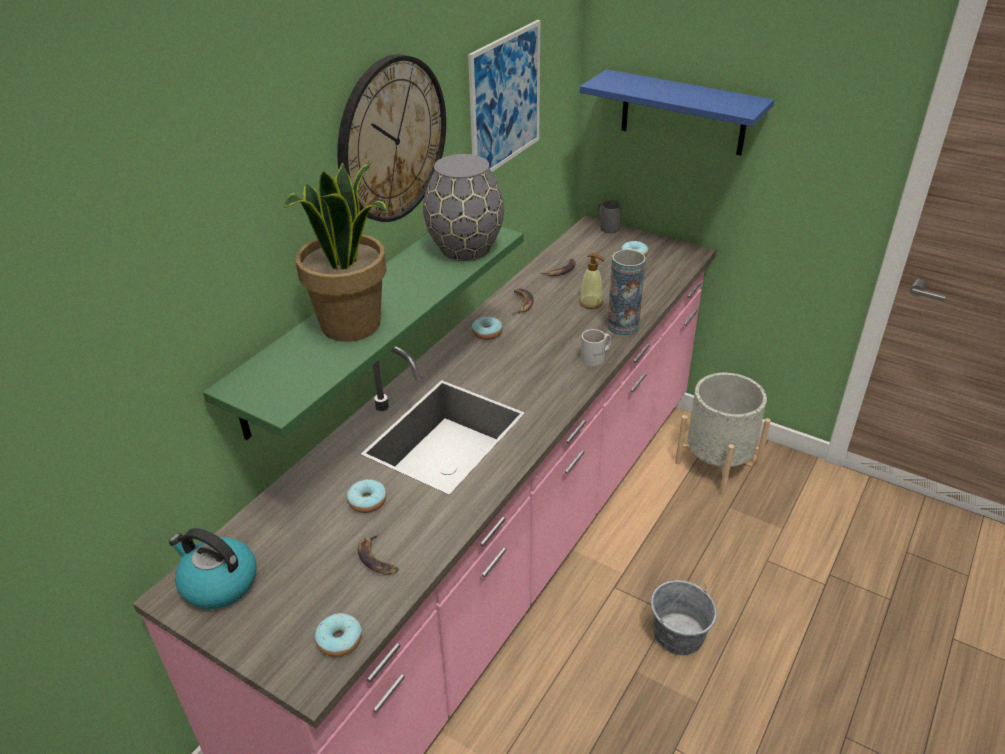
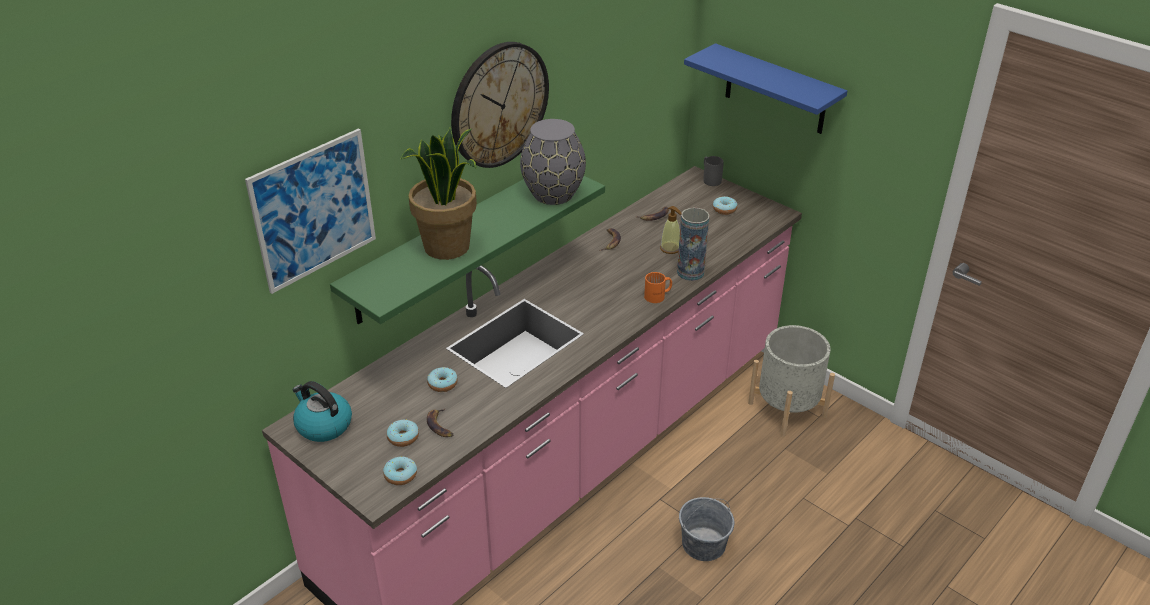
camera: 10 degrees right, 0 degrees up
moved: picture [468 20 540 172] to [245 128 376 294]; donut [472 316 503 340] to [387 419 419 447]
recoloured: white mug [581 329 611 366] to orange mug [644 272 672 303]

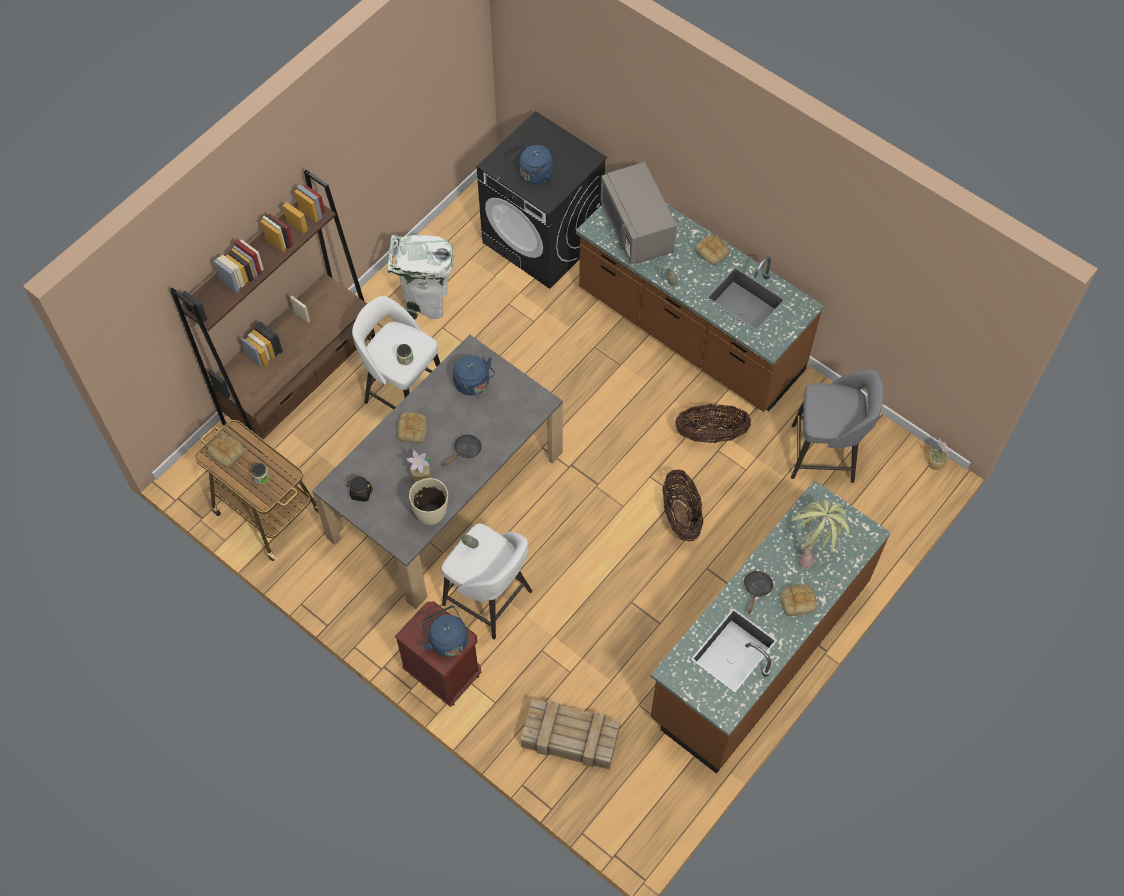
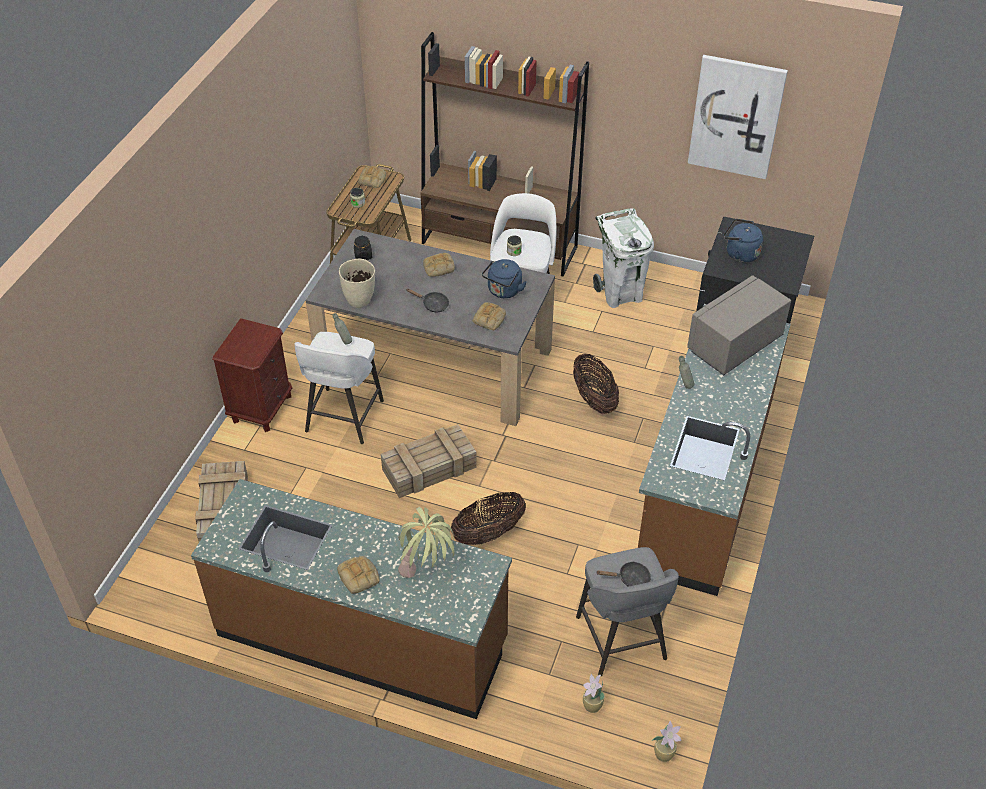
camera: 70 degrees right, 15 degrees down
removed: blue kettle [422 606 468 657]
added: crate [381 424 477 498]; picture [688 55 788 179]
moved: bread [694 235 730 265] to [473 302 506 330]; basket [675 404 751 443] to [573 353 619 414]; potted plant [406 450 432 482] to [583 674 605 713]; black frying pan [744 571 773 614] to [596 561 651 587]

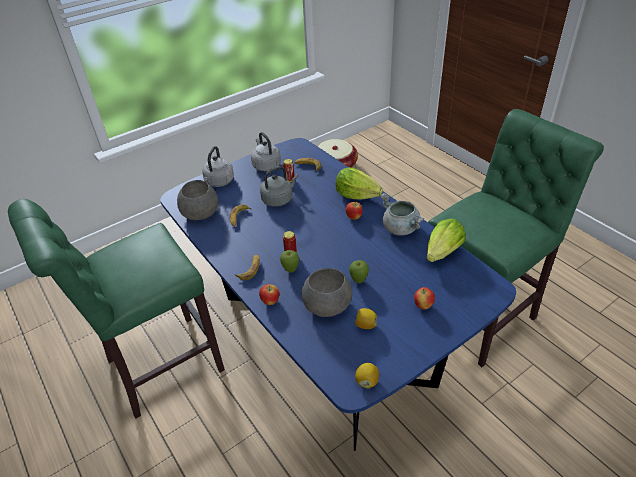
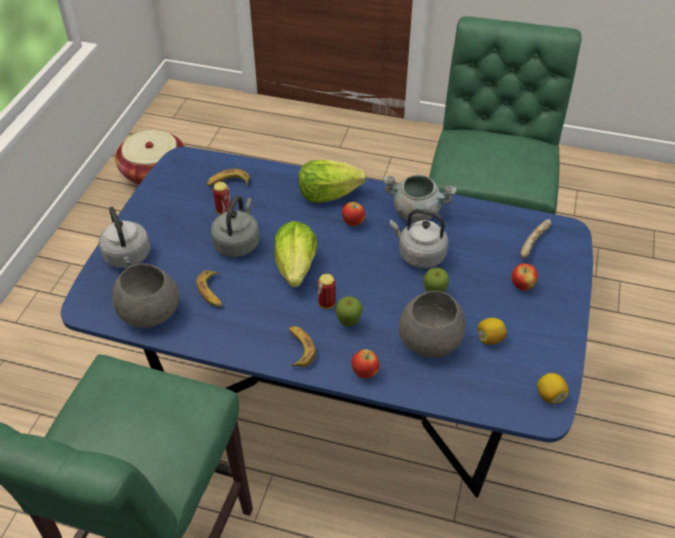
camera: 40 degrees left, 5 degrees up
added: bread [520 219 552 259]
moved: lettuce [427 219 466 262] to [274 221 317 287]; grey kettle [251 132 281 171] to [389 209 448 268]

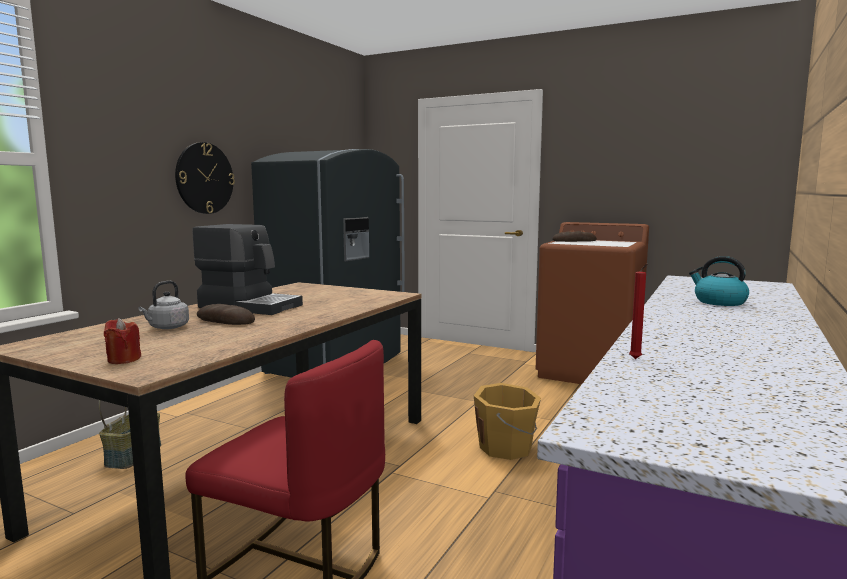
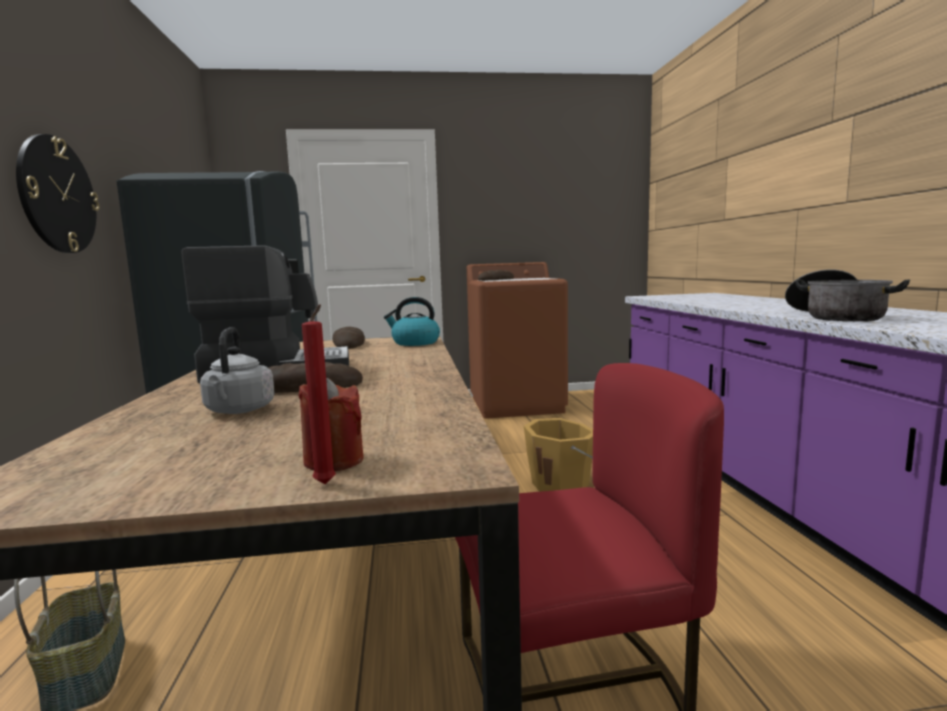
camera: 35 degrees left, 0 degrees up
added: bread [332 327 365 349]; cooking pot [785 269 910 321]
moved: red candle [629 264 647 359] to [302 304 336 484]; kettle [689 256 749 306] to [384 297 440 346]

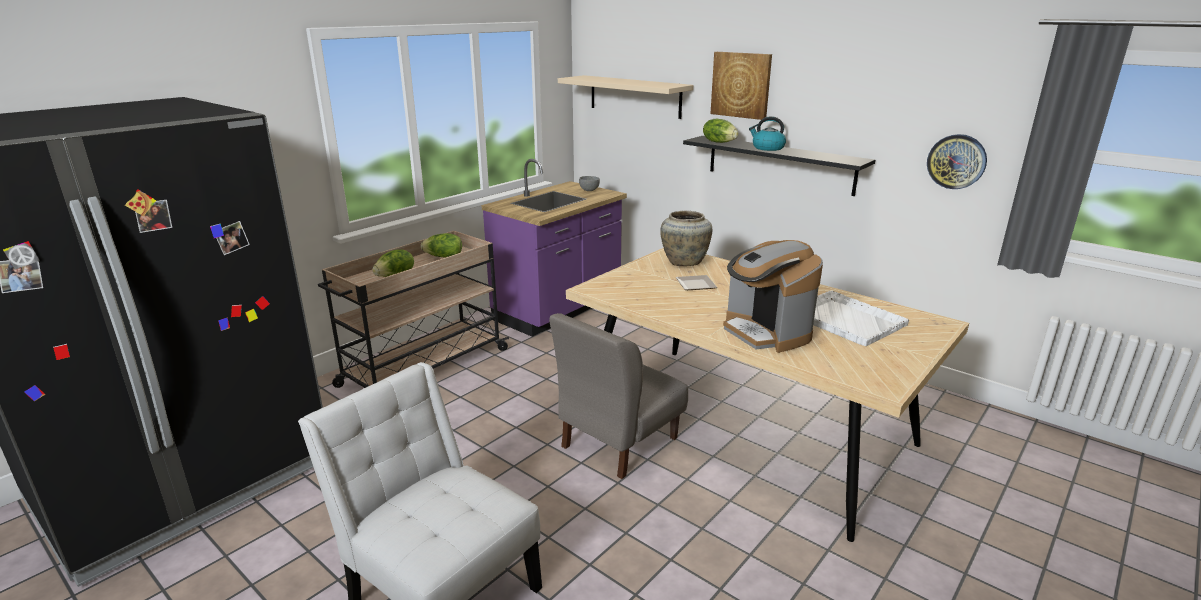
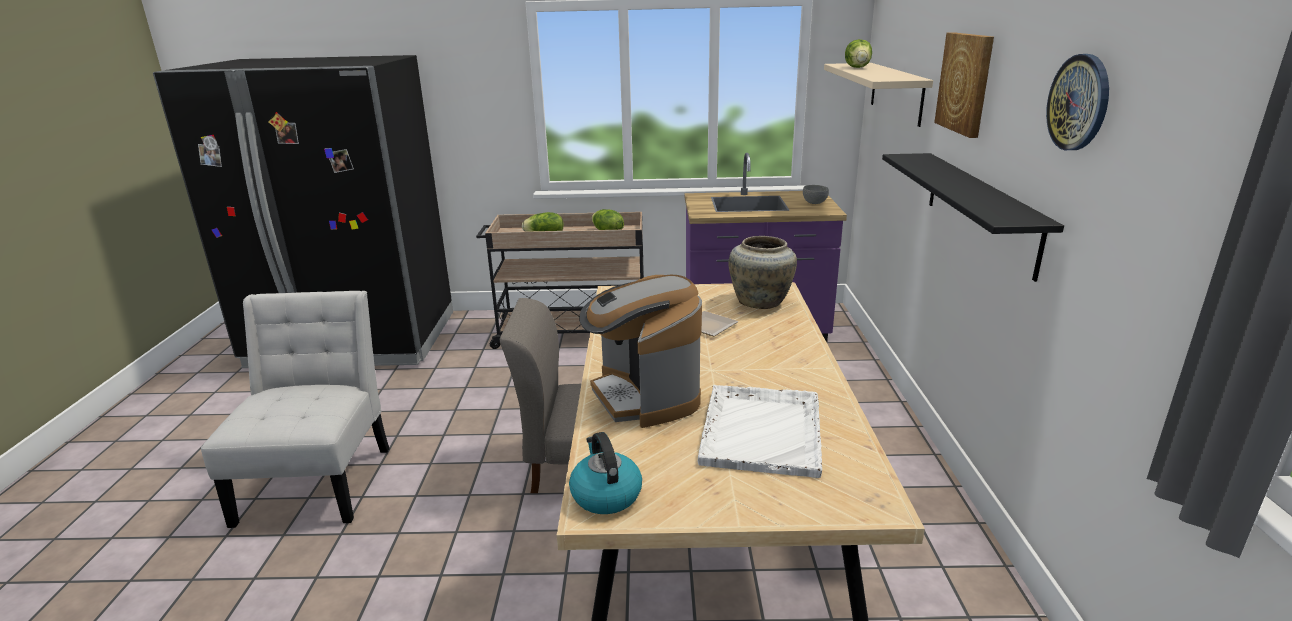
camera: 50 degrees right, 0 degrees up
moved: kettle [749 116 786 151] to [569 432 642 514]; lettuce [703 119 739 143] to [845 39 872 68]; wall clock [927 134 987 189] to [1046 54 1109 150]
turned: coffee machine [723 240 823 353] = [579 275 702 428] 45 degrees counterclockwise

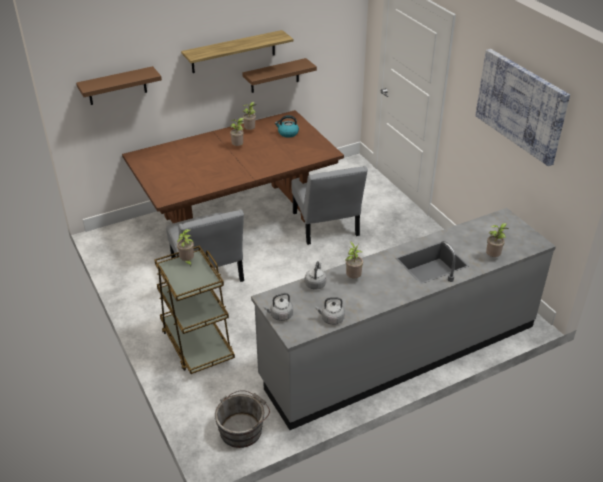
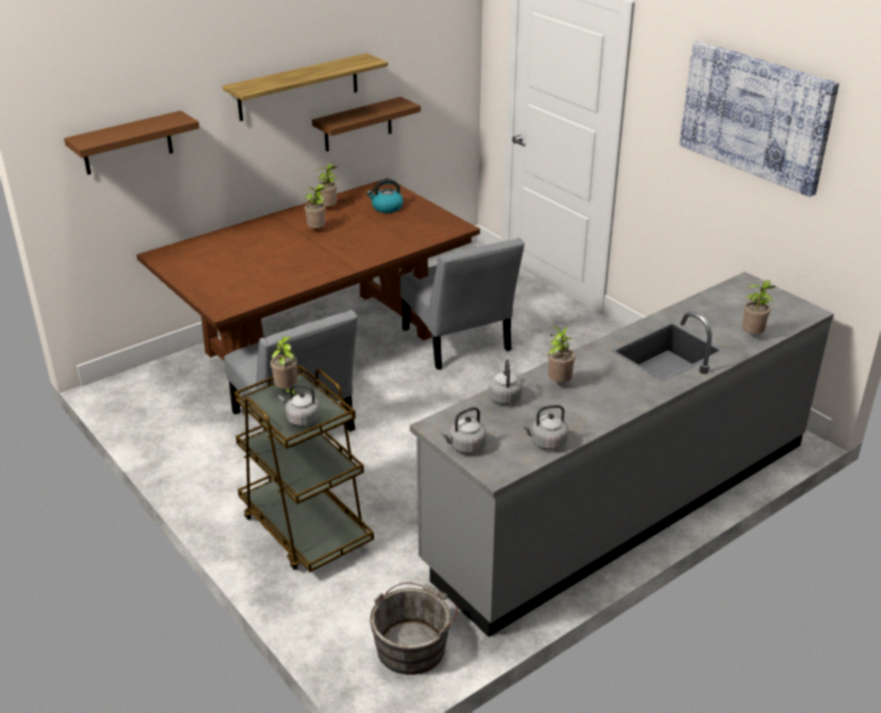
camera: 10 degrees left, 5 degrees down
added: grey kettle [278 384 320 427]

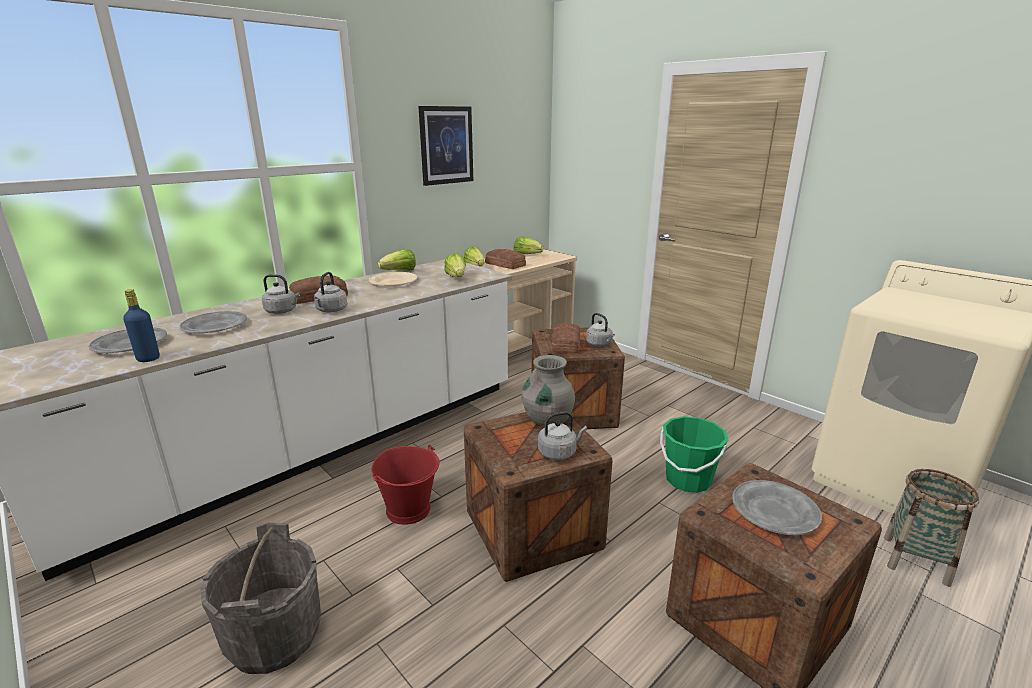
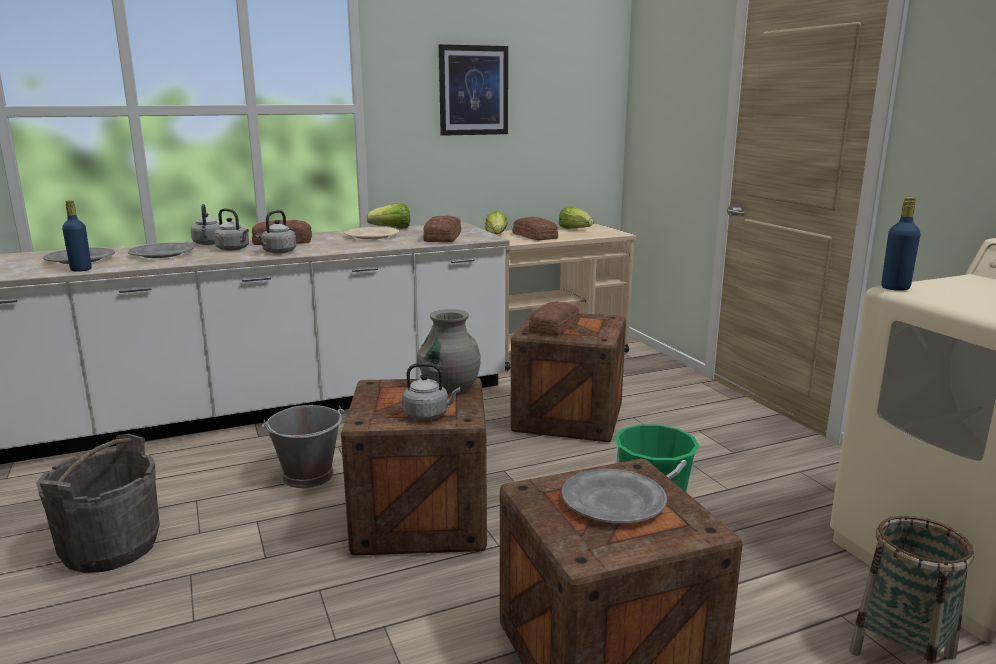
camera: 20 degrees right, 5 degrees down
added: blue bottle [881 197 921 291]
moved: grey kettle [586 313 615 347] to [191 204 220 245]
replaced: lettuce [444 253 466 277] to bread [423 216 461 242]
recoloured: red bucket [371 445 440 525] to grey bucket [262 405 344 488]

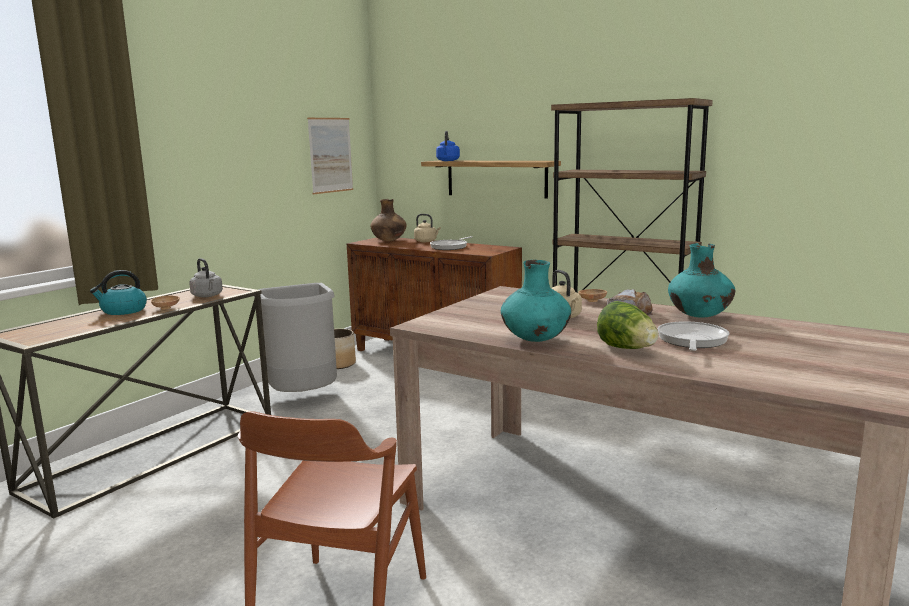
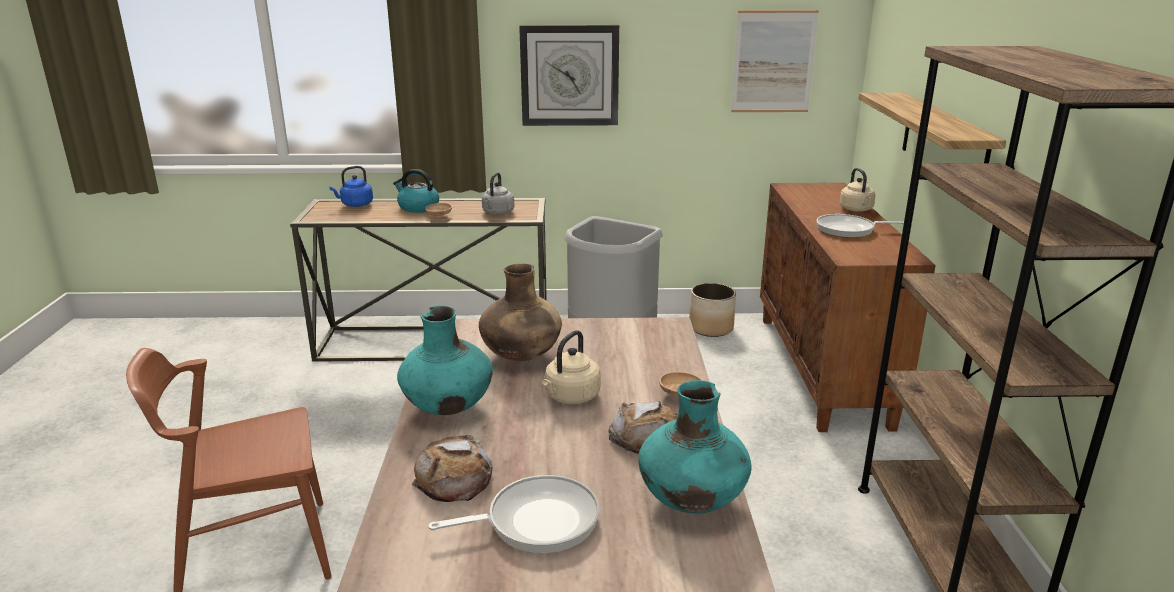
camera: 55 degrees right, 10 degrees up
added: wall clock [519 25 619 126]
moved: blue kettle [436 131 460 161] to [329 166 373 207]; brown vase [370 199 407 241] to [479 263 562 361]
replaced: lettuce [597 301 658 349] to bread [412 434 492 502]

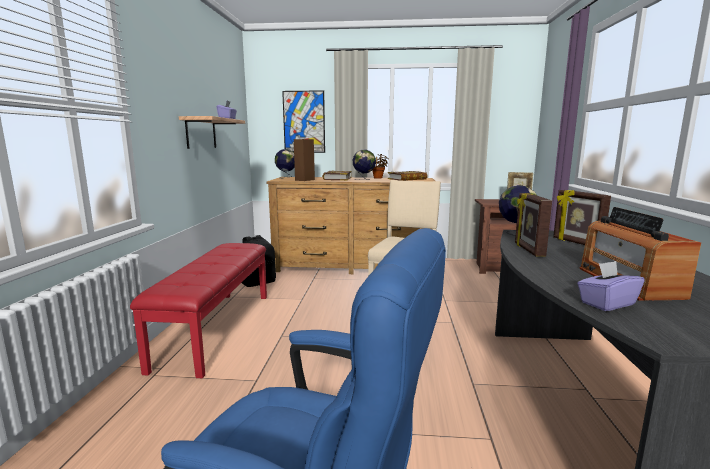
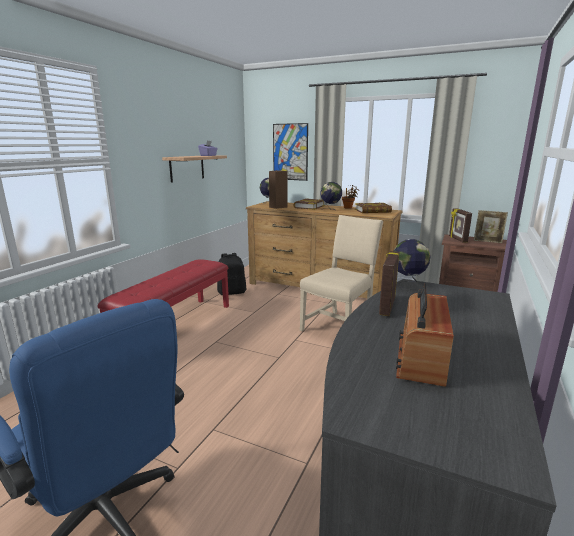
camera: 20 degrees right, 5 degrees up
removed: purple tissue box [577 261 645 311]
moved: picture frame [553 190 611 245] to [449 208 472 242]

